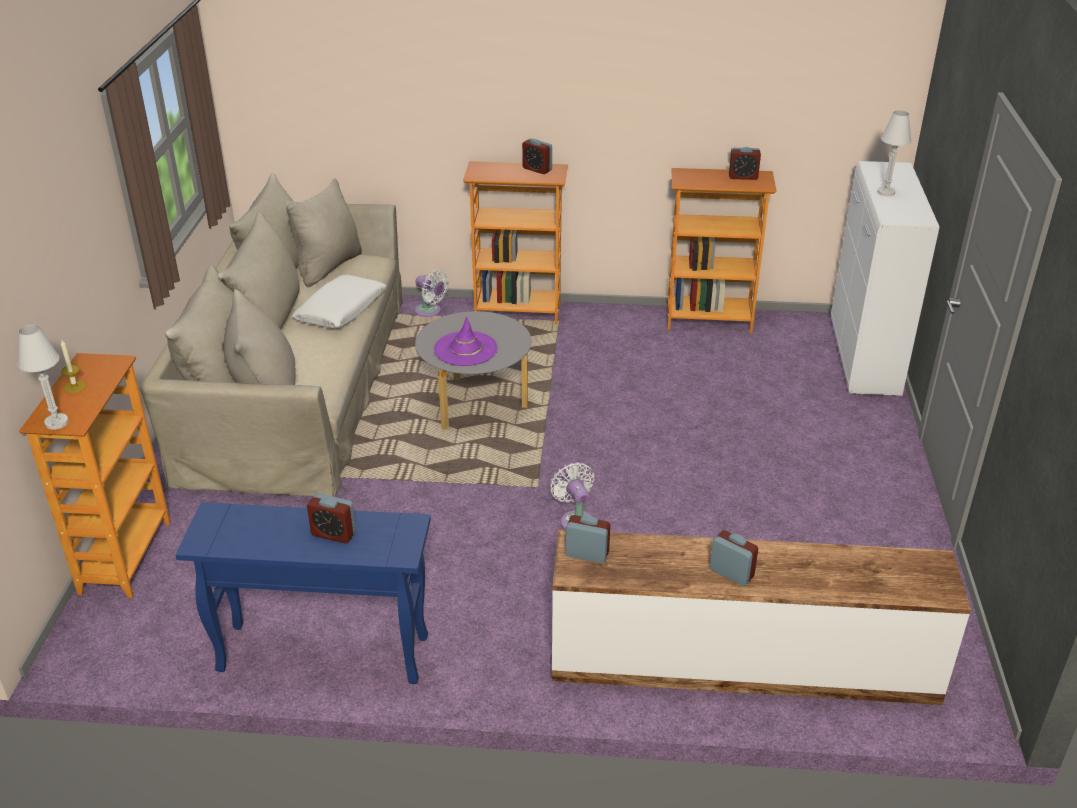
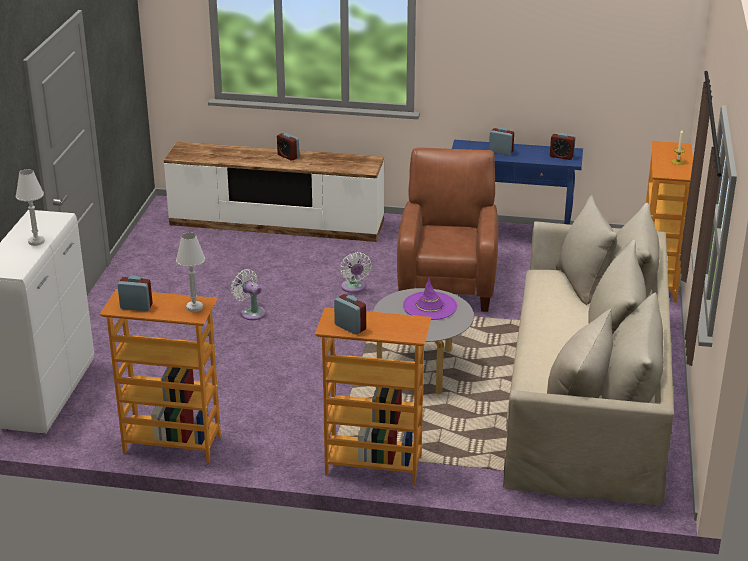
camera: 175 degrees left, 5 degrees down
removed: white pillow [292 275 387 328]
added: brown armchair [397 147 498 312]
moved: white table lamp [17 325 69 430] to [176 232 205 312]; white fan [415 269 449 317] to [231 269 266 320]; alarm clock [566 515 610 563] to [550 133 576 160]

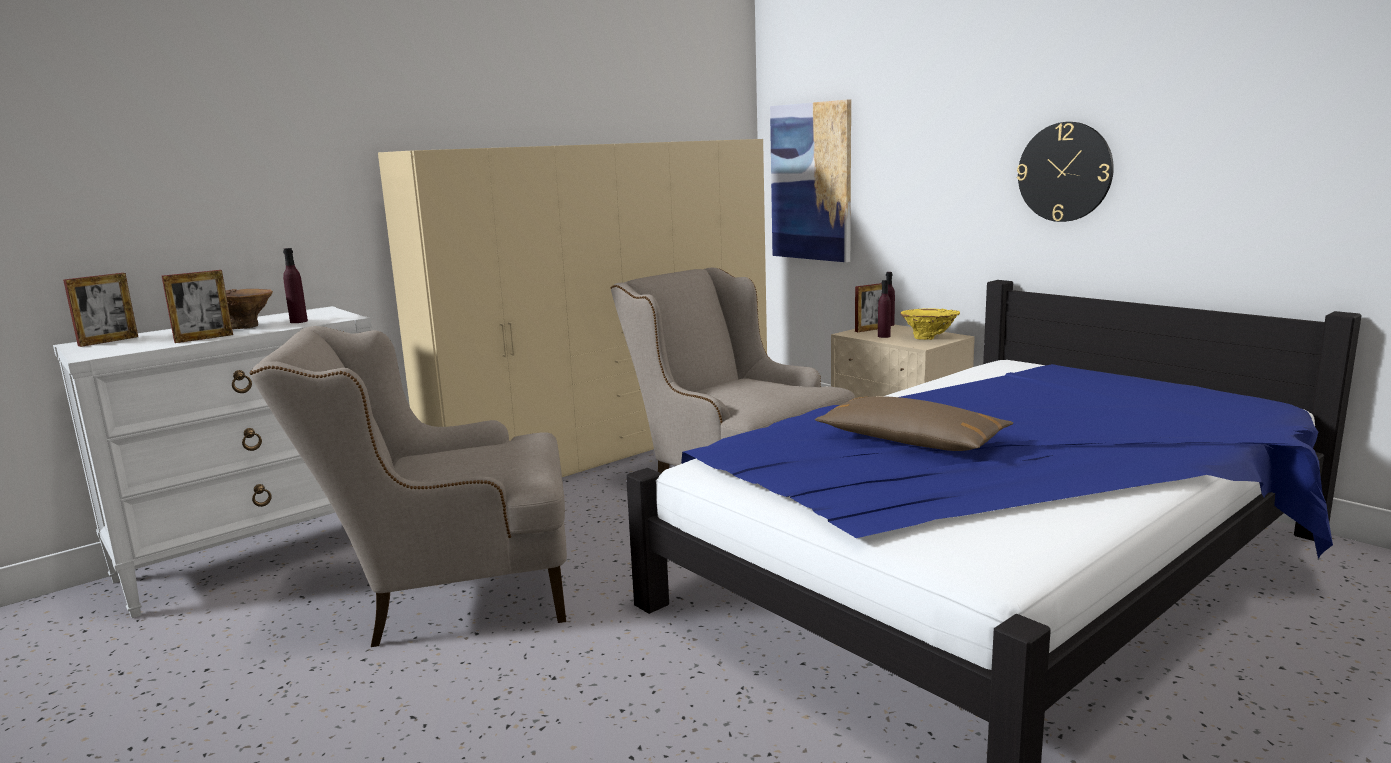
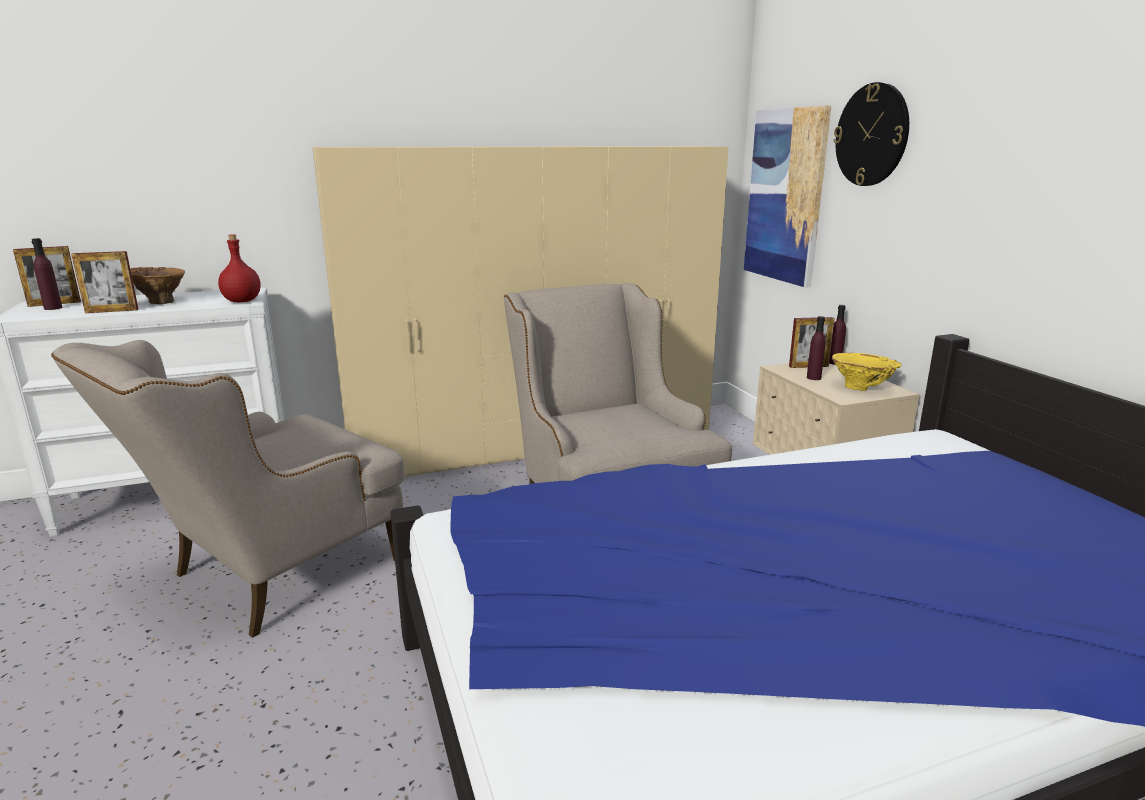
camera: 20 degrees right, 5 degrees up
removed: brown pillow [815 396 1013 451]
added: red bottle [218 234 261 302]
moved: purple bottle [283 248 308 323] to [31 238 62 310]; wall clock [1017 122 1114 222] to [833 82 909 186]
turned: beige armchair [250 326 567 647] = [51 340 405 638] 60 degrees counterclockwise

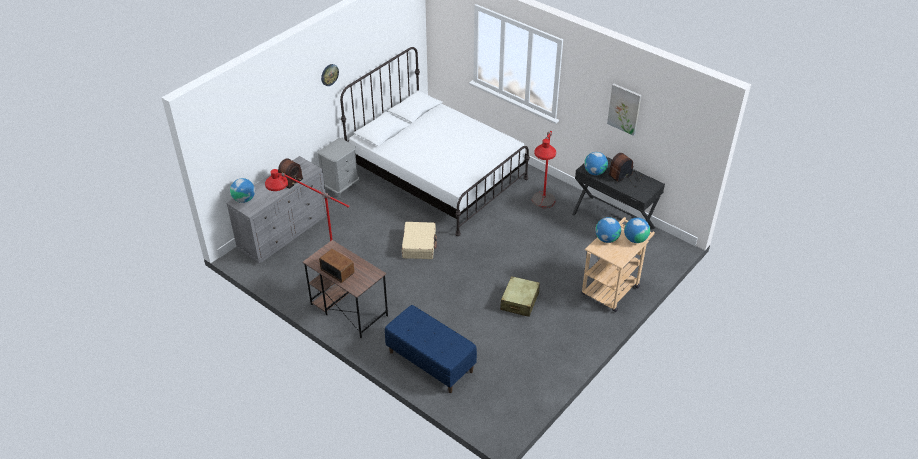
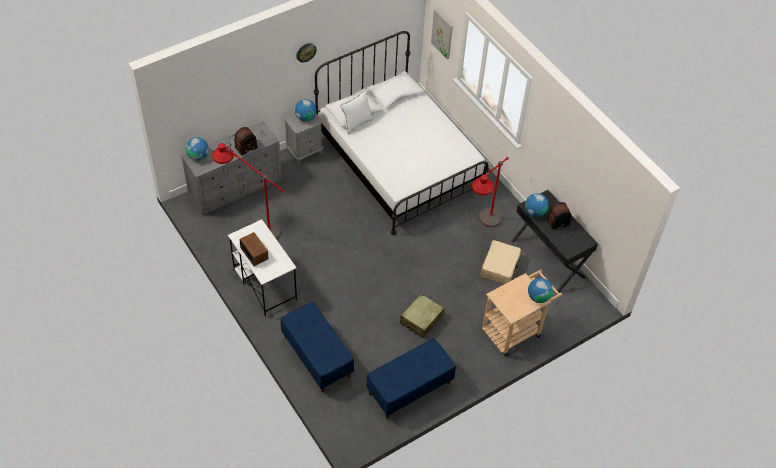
camera: 15 degrees right, 10 degrees up
added: white pillow [340 90 374 134]; blue bench [366 338 456 419]
moved: globe [595 217 621 243] to [295 99 316 121]; picture [607 84 642 136] to [431 9 453 59]; beige suitcase [402 222 437 259] to [481 240 521 284]
recoloured: brown desk [303 240 388 339] to white desk [228 219 297 316]

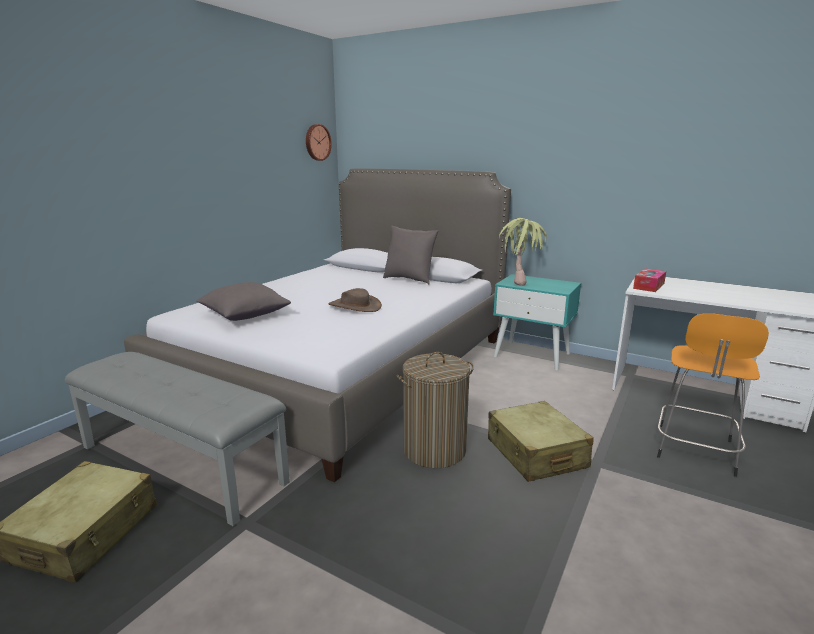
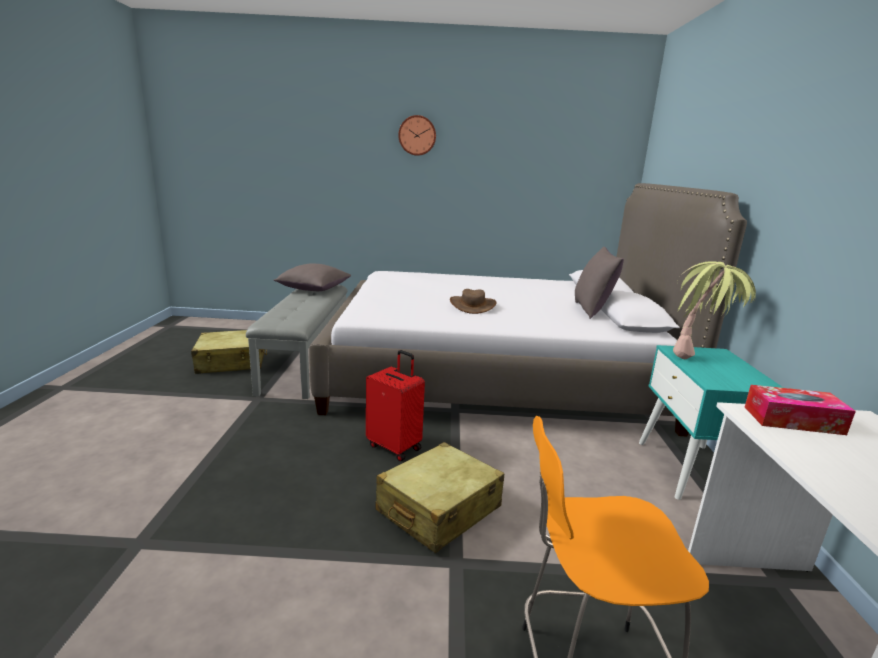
camera: 60 degrees right, 0 degrees up
moved: grey pillow [196 282 291 321] to [274 263 351 291]; wall clock [306 124 332 161] to [398 115 436 156]
replaced: laundry basket [397 352 474 468] to red suitcase [366 350 425 461]

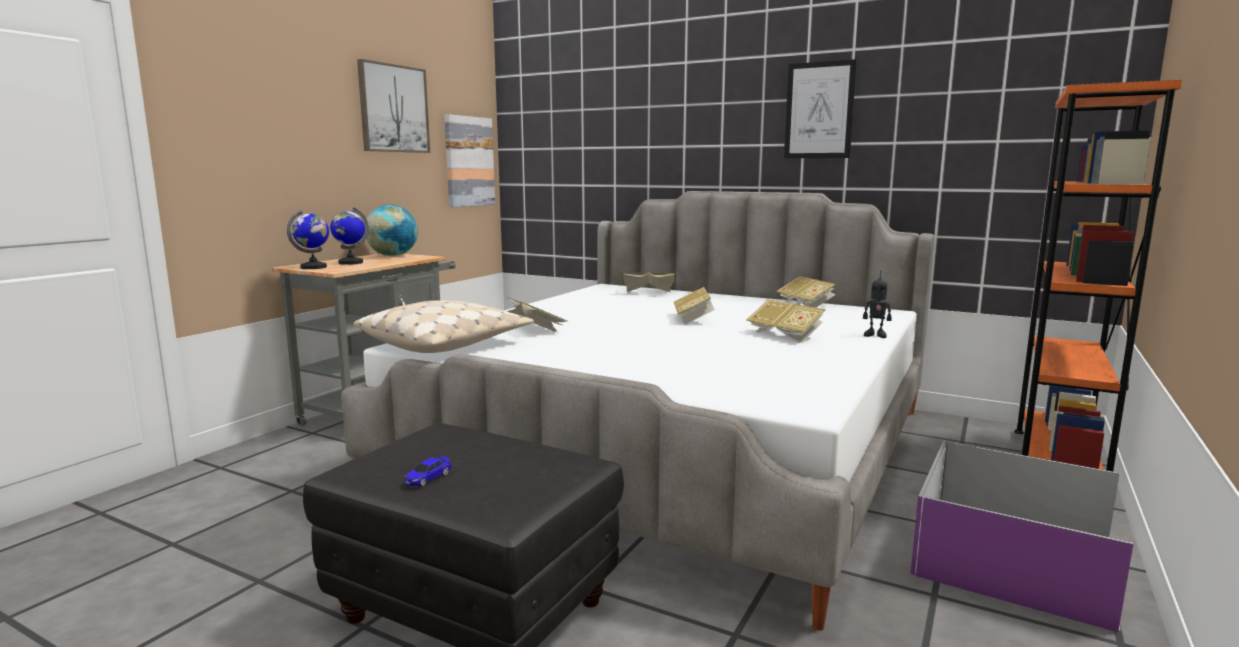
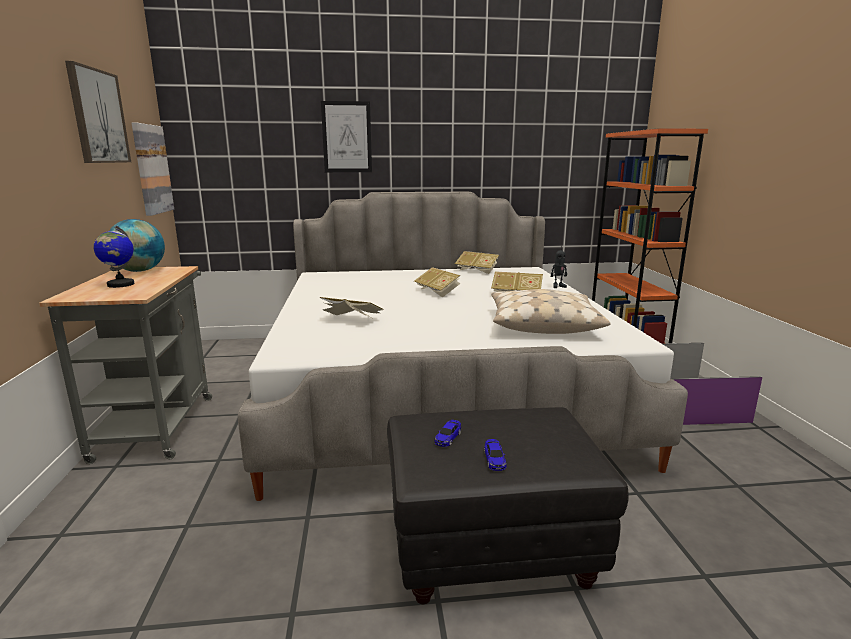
camera: 35 degrees left, 5 degrees up
removed: globe [287 210 329 269]; book [622 272 675 292]
added: toy car [434 420 461 447]
moved: picture [784 59 857 158] to [321 101 372 172]; beige pillow [354 300 534 353] to [491 289 611 334]

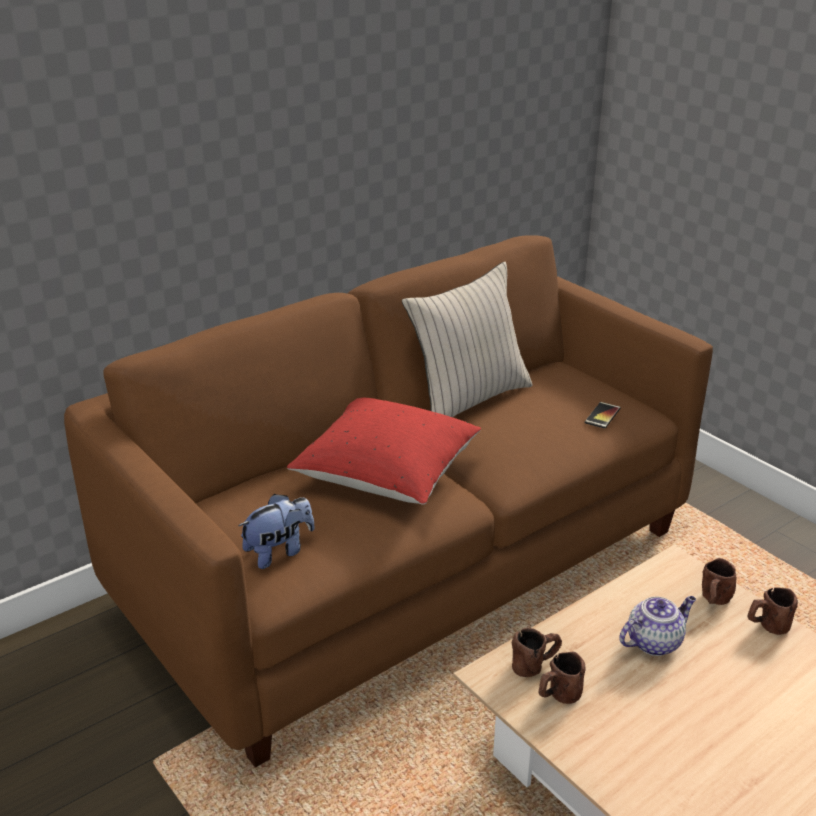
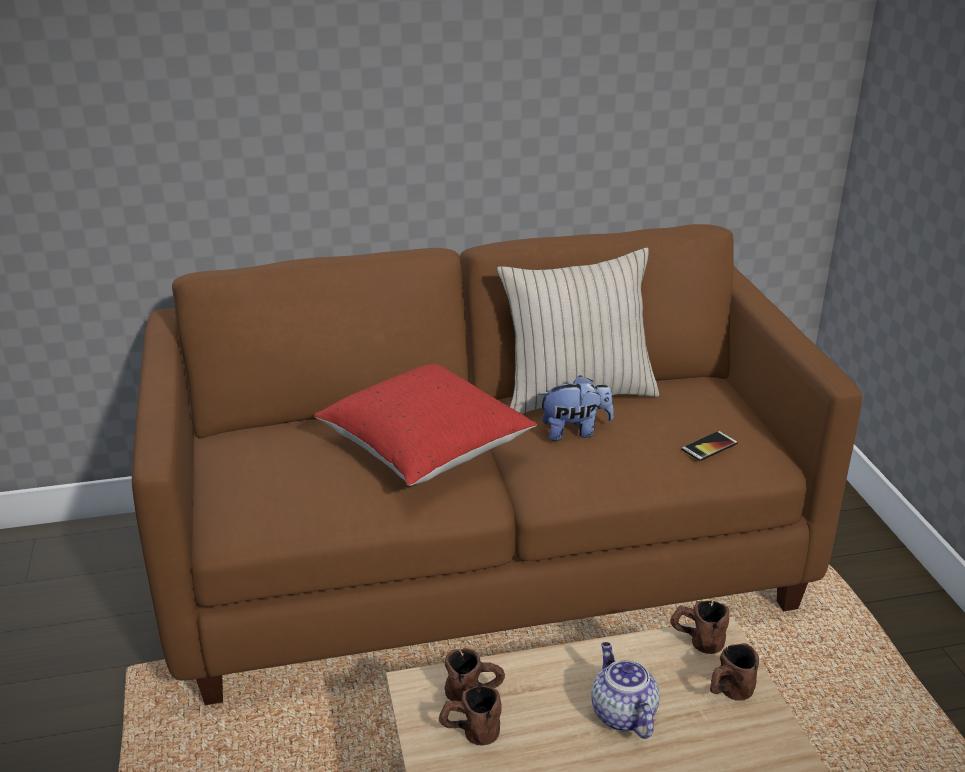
camera: 25 degrees right, 0 degrees up
moved: plush toy [238 494 315 569] to [538 375 614 441]; brown mug [747 587 798 635] to [670 601 729 654]
turned: teapot [619 596 696 656] = [591 642 660 739] 105 degrees counterclockwise

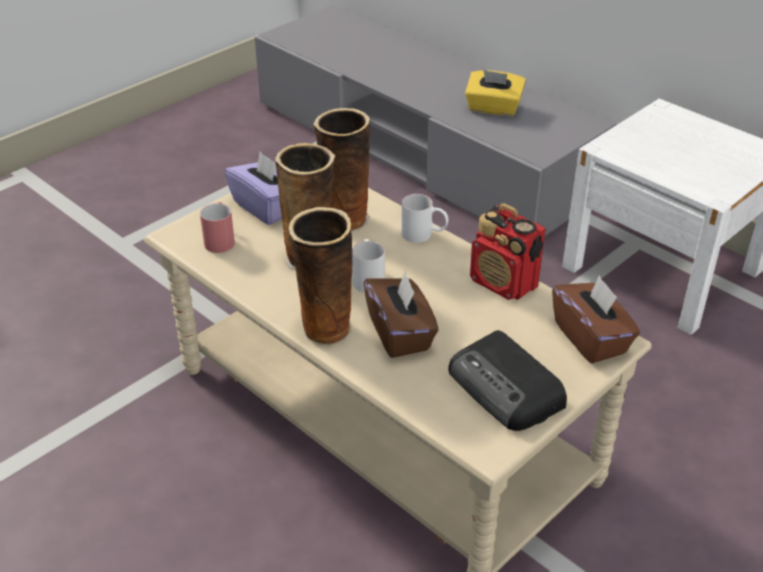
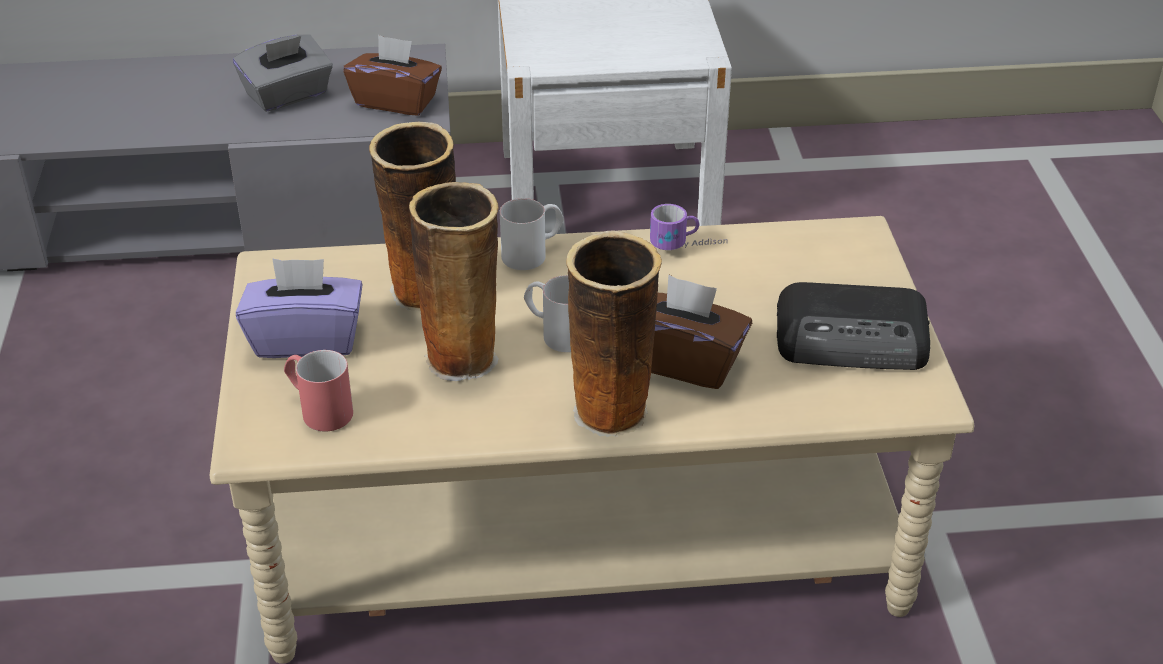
camera: 50 degrees left, 0 degrees up
moved: brown tissue box [552 275 640 363] to [343 35 442 116]
replaced: radio [470 203 546 300] to mug [650 204 728 250]
recoloured: yellow tissue box [465 70 526 116] to grey tissue box [233 35 333 112]

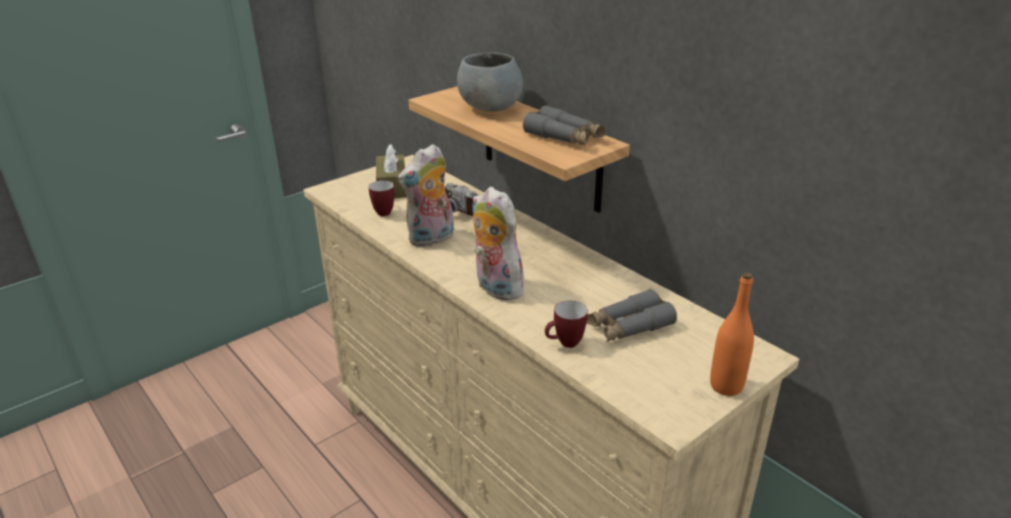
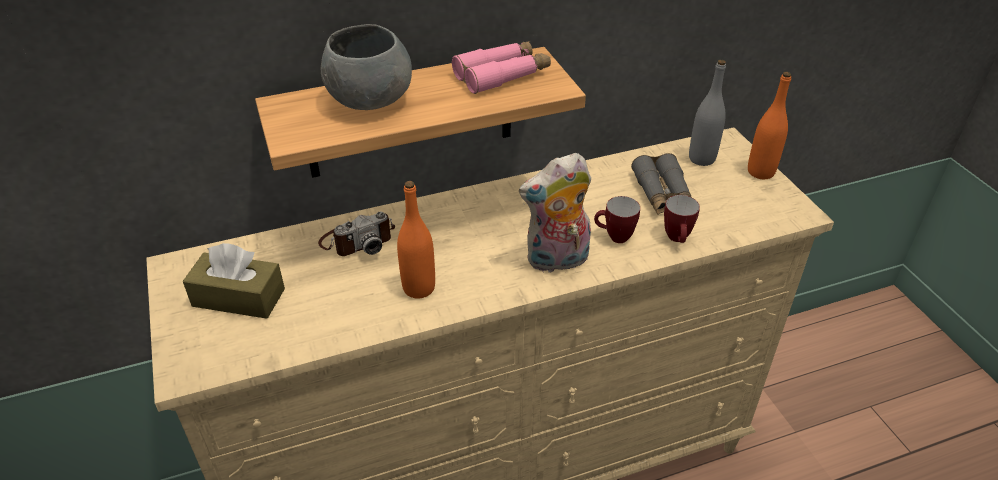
camera: 70 degrees left, 10 degrees up
added: grey bottle [689 60 726 166]
moved: mug [369 180 395 216] to [594 196 640 243]
replaced: plush toy [398 144 454 248] to orange bottle [397 181 435 298]
recoloured: grey binoculars [523 105 606 146] to pink binoculars [452 41 551 94]

